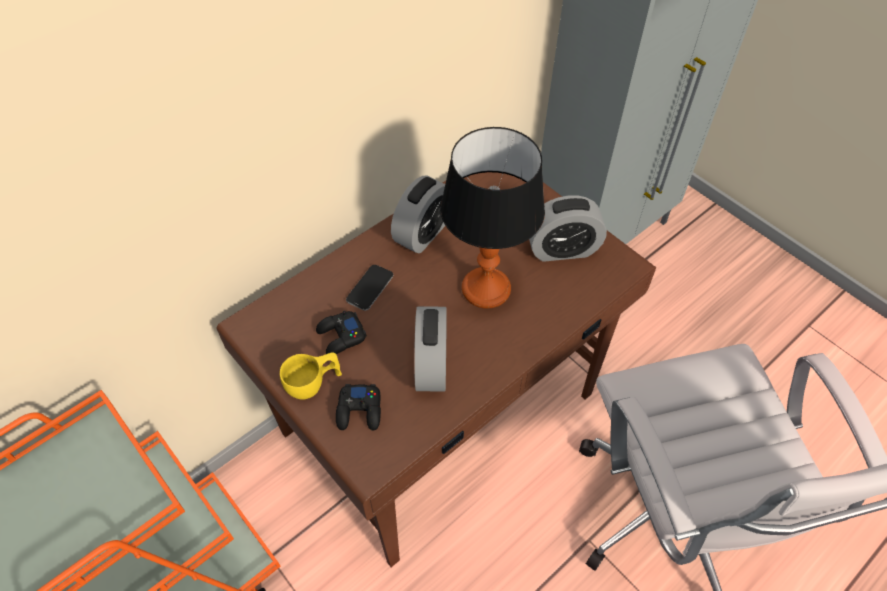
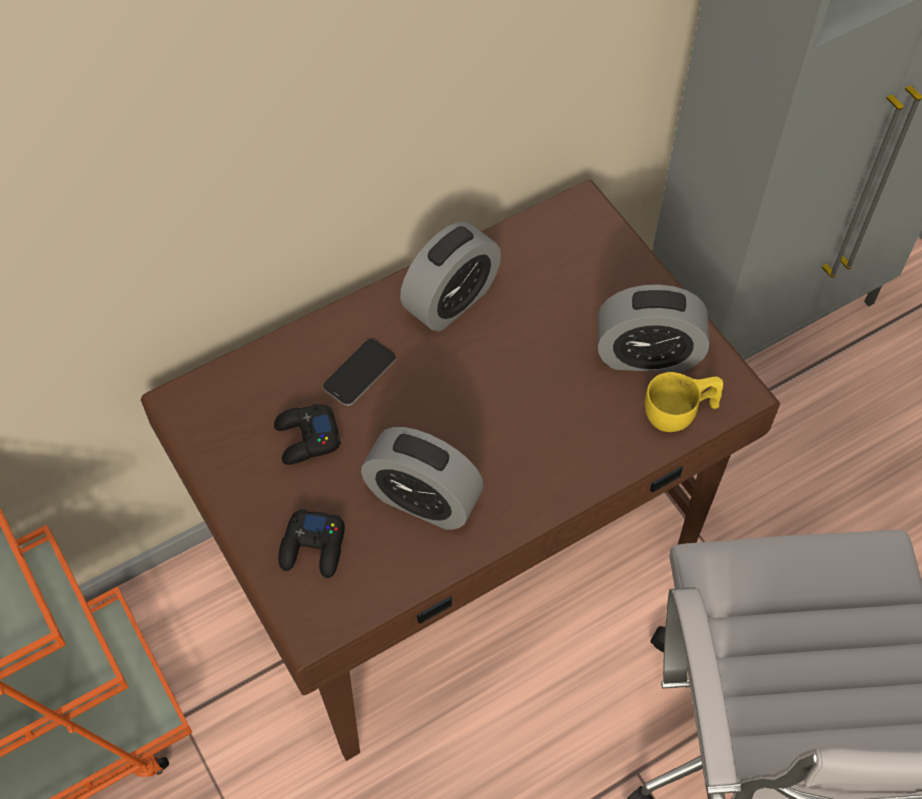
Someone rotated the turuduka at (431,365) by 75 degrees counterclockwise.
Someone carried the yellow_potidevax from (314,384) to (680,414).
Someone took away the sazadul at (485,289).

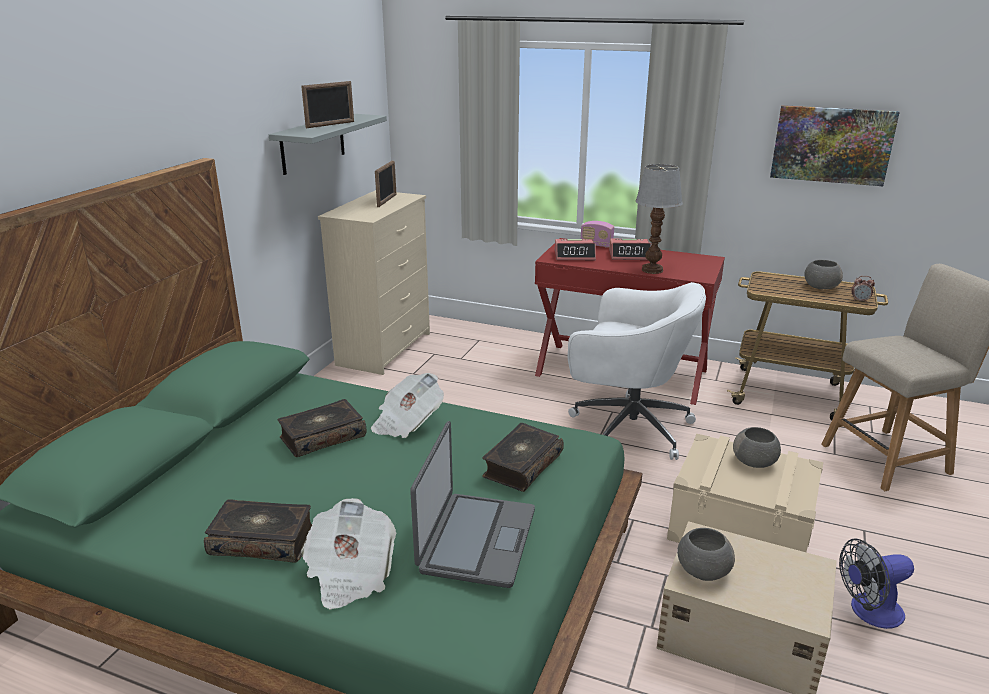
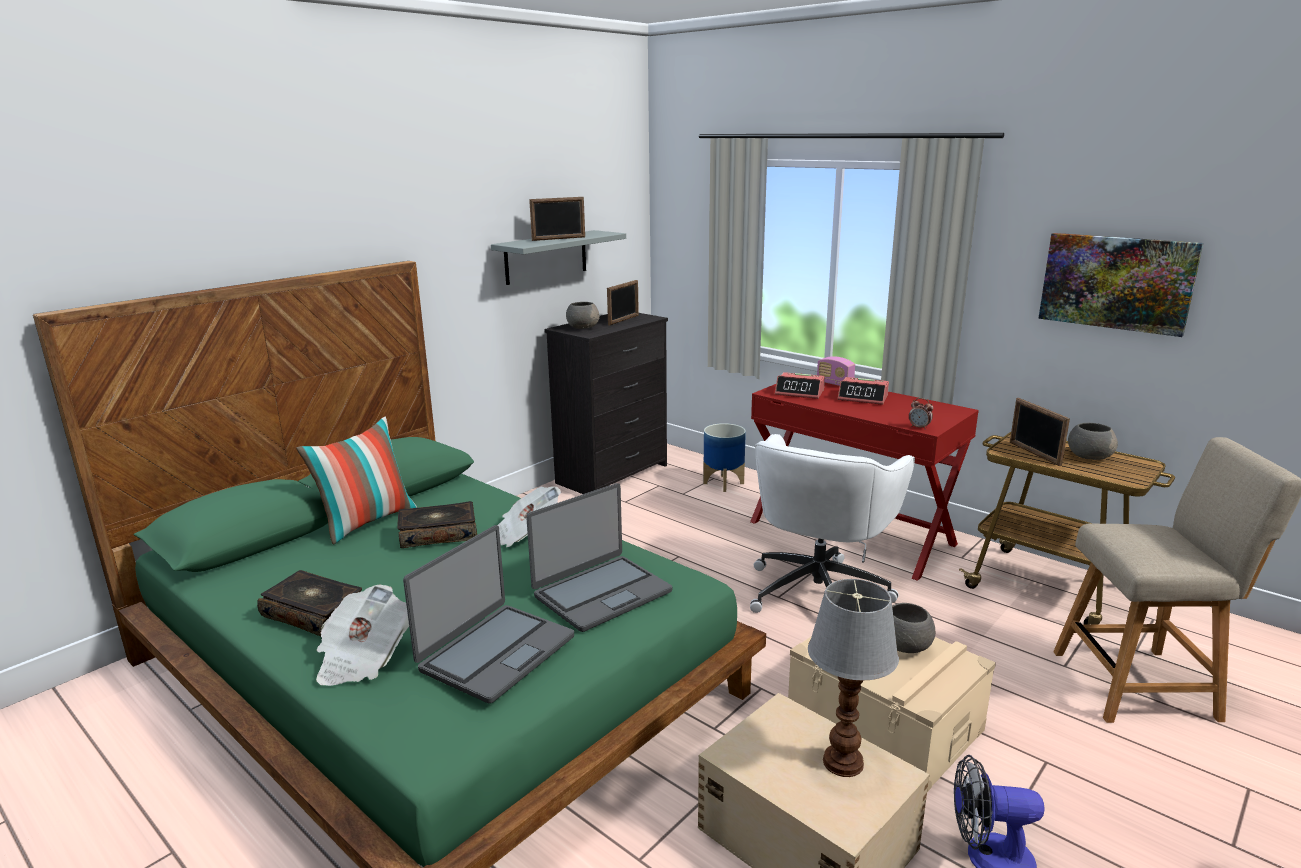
Someone put down the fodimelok at (367,522).
Someone swapped the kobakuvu at (521,466) for the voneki at (601,593).
Someone repainted the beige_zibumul at (385,349), which became the black_zibumul at (613,474).
Someone carried the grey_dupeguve from (702,570) to (582,328).
Someone put down the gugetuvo at (724,483).
Someone rotated the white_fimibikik at (627,427) by 75 degrees clockwise.
Someone carried the sazadul from (653,270) to (844,763).
Someone carried the turuduka from (860,301) to (919,427).
Someone put down the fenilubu at (1034,453).

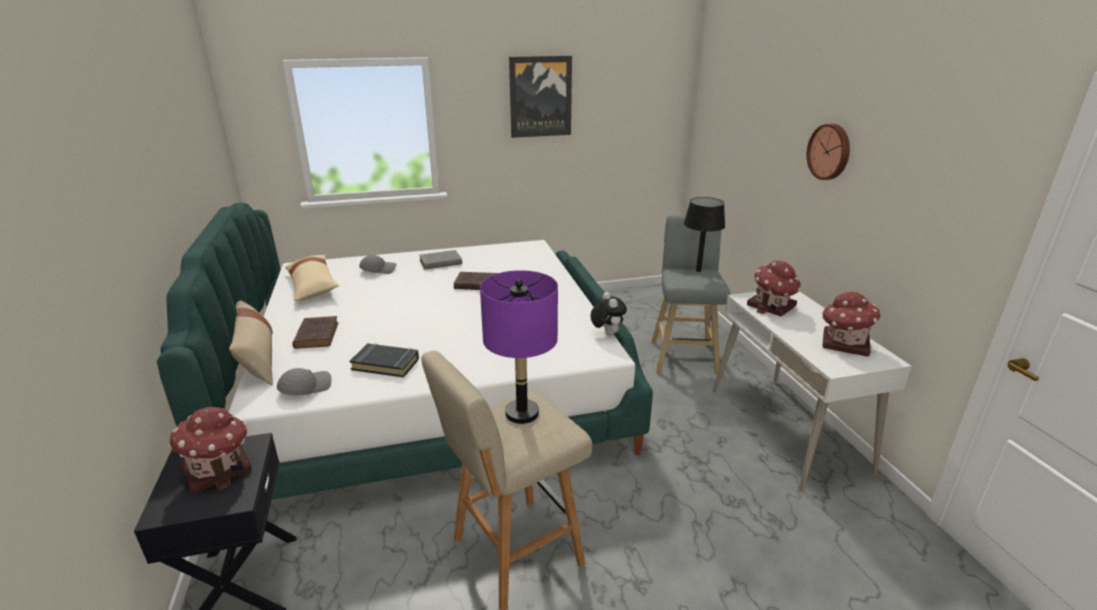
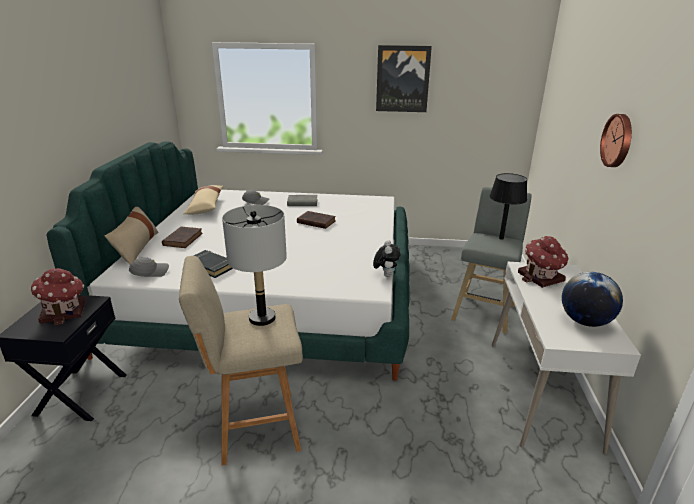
Someone repainted the purple_sazadul at (521,413), which became the grey_sazadul at (262,318).
Someone swapped the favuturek at (843,343) for the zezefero at (585,321).

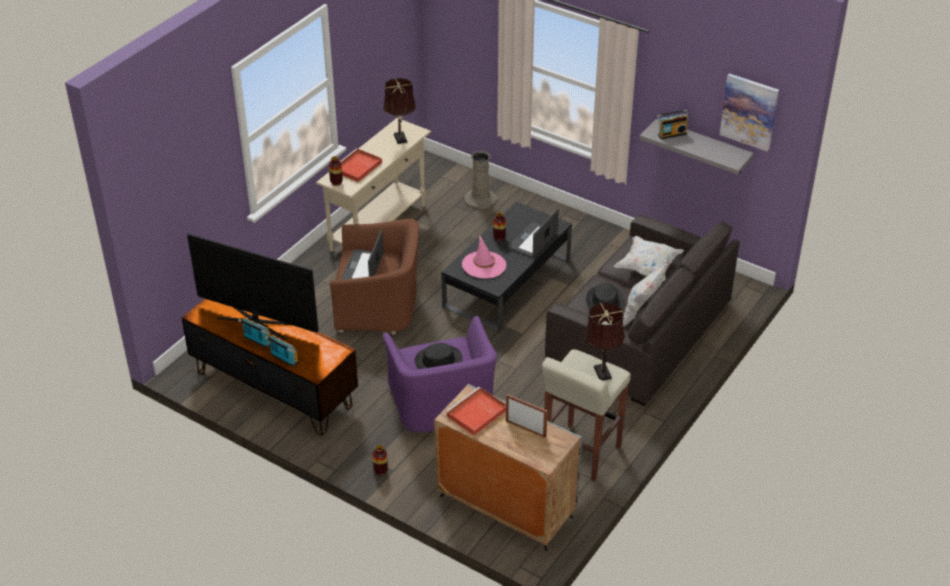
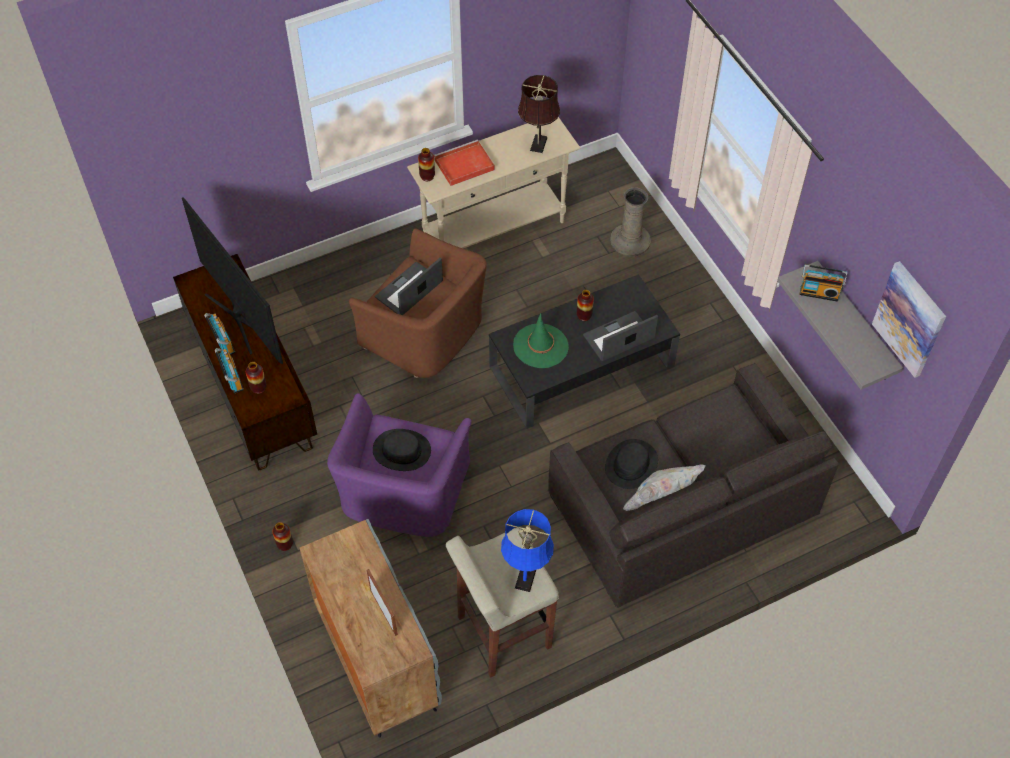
Someone put down the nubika at (258,388).
Someone repainted the brown_sazadul at (601,371), which became the blue_sazadul at (526,575).
Someone repainted the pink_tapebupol at (484,265), which became the green_tapebupol at (540,346).
Someone took away the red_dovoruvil at (476,413).
Someone took away the white_fodimelok at (648,268).

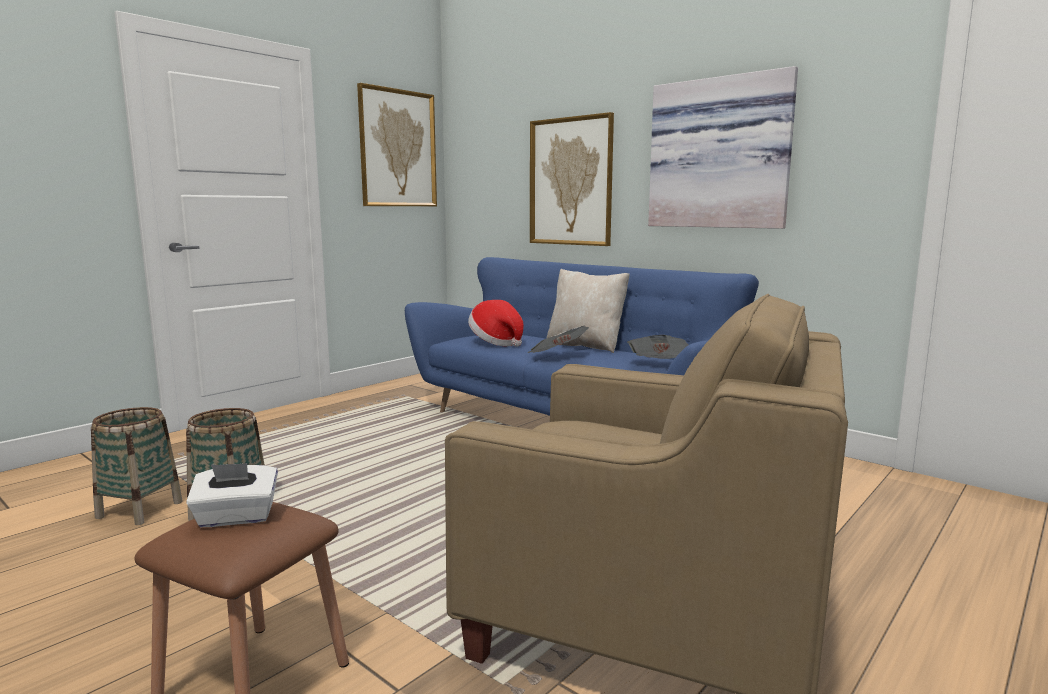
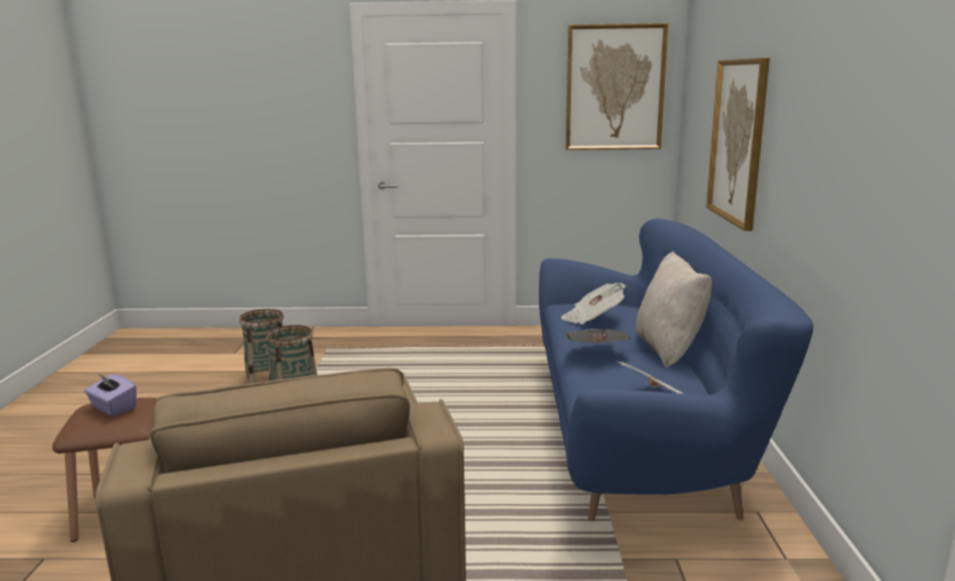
Someone repainted the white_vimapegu at (236,518), which became the purple_vimapegu at (113,408).
Someone swapped the tapebupol at (497,342) for the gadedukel at (592,319).
Someone took away the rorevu at (720,154).

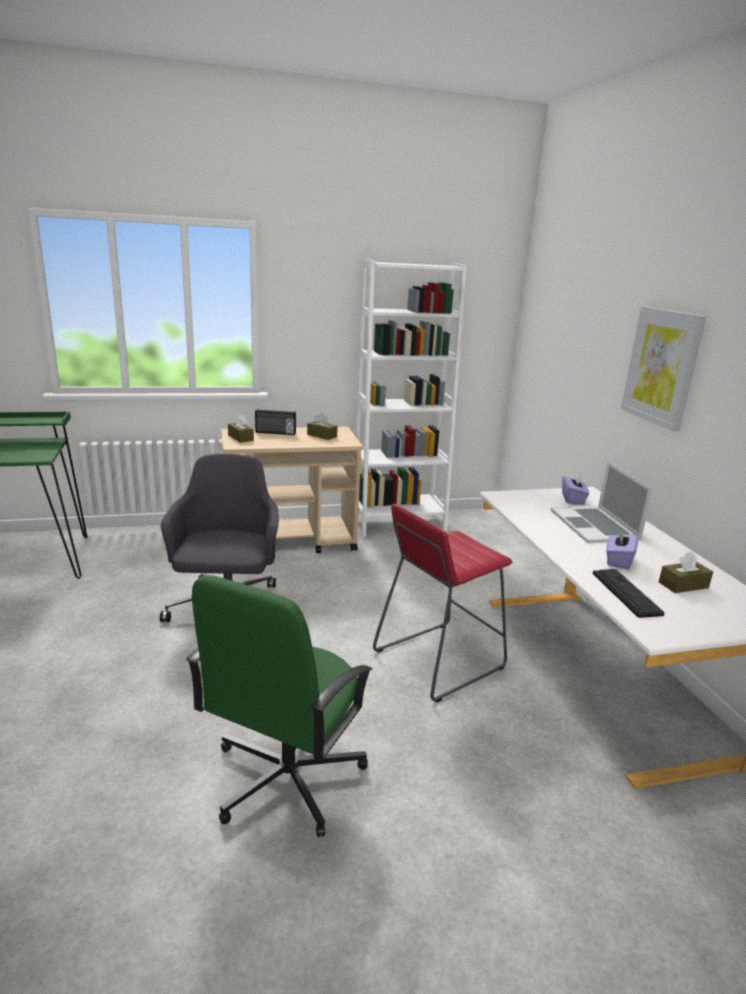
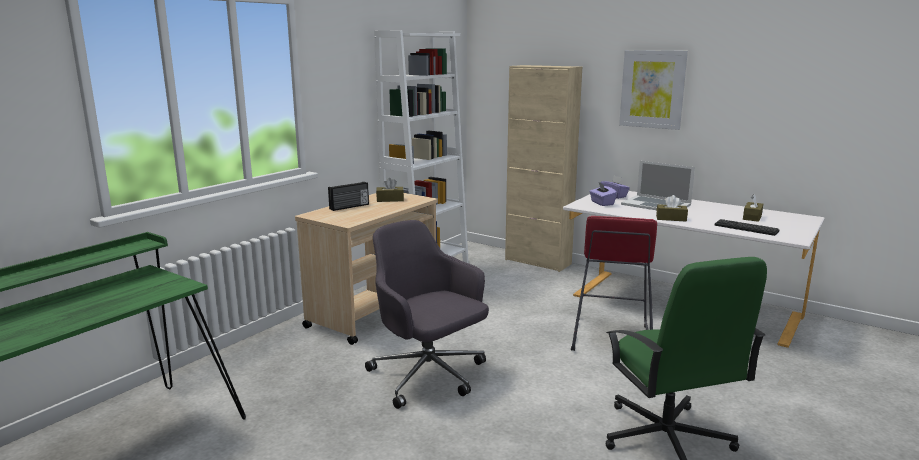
Someone put down the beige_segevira at (538,262).
Someone carried the purple_vimapegu from (618,560) to (602,203).
Someone carried the brown_vimapegu from (240,438) to (671,218).

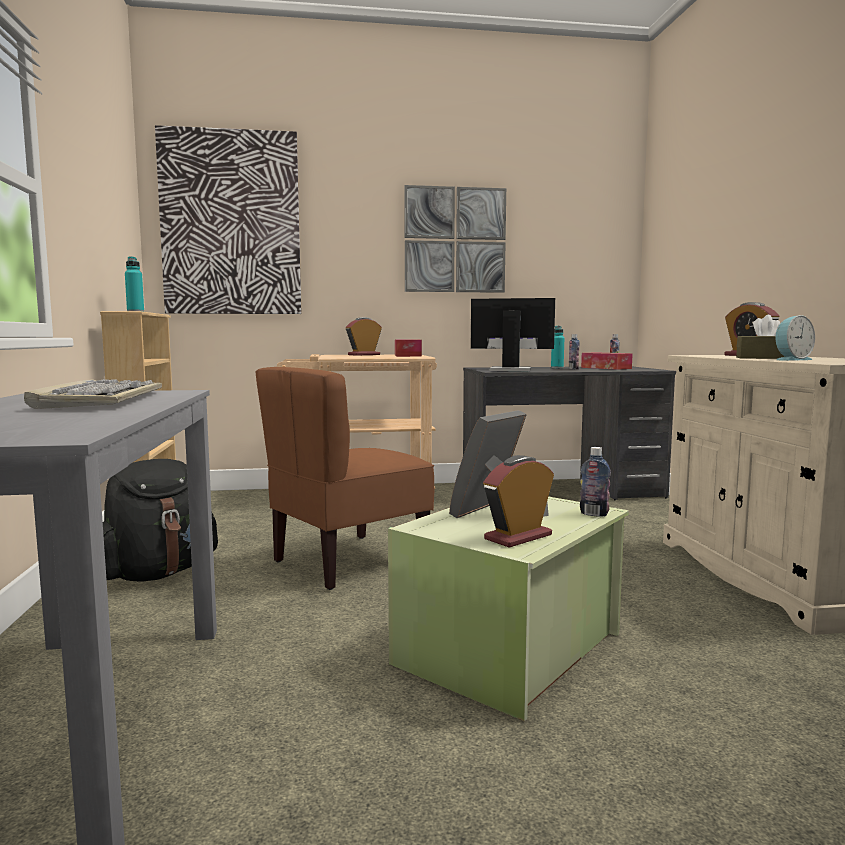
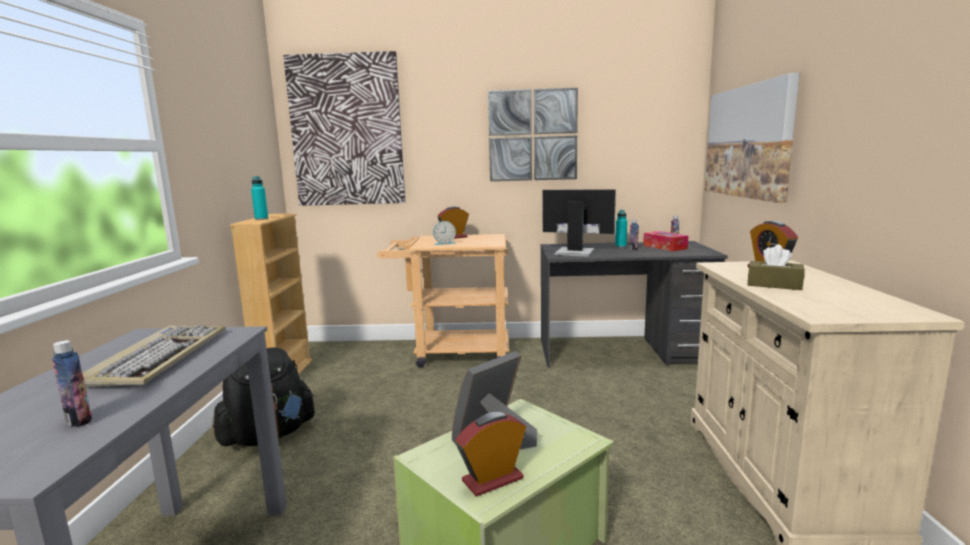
Someone carried the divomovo from (594,514) to (79,421).
Someone carried the turuduka from (790,359) to (444,243).
Someone put up the rorevu at (748,141).
Someone took away the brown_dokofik at (349,562).
Someone took away the vimapegu at (407,355).

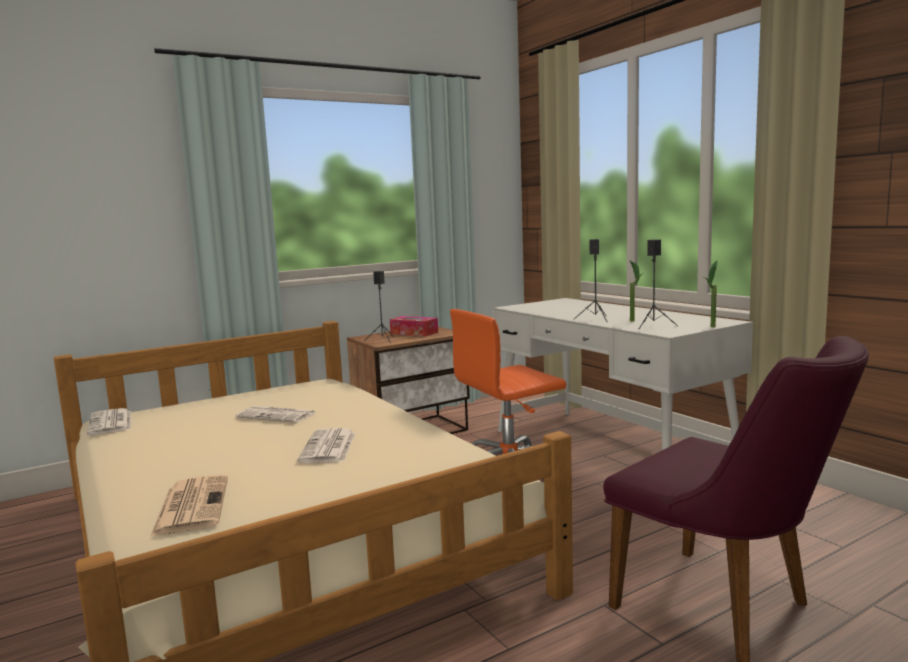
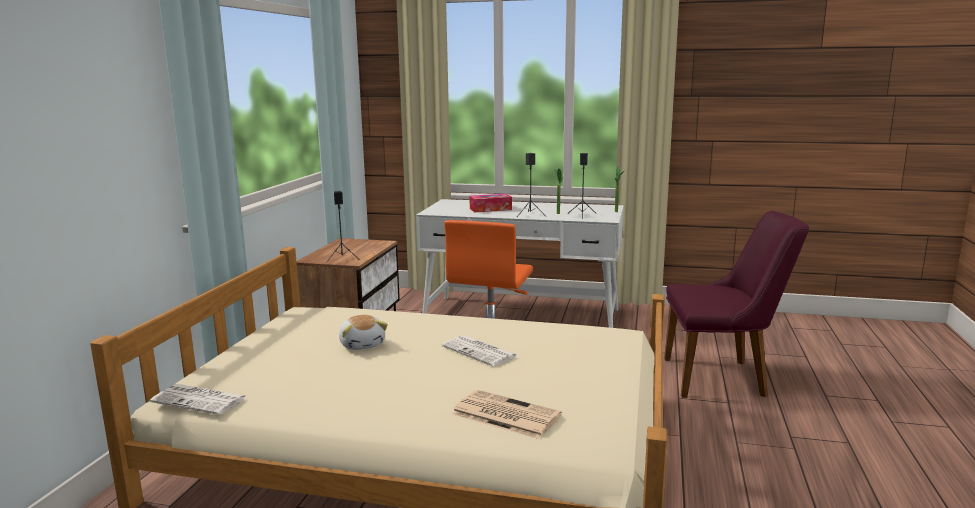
Someone swapped the gadedukel at (277,415) for the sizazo at (363,344).
Someone carried the vimapegu from (414,333) to (490,209).

